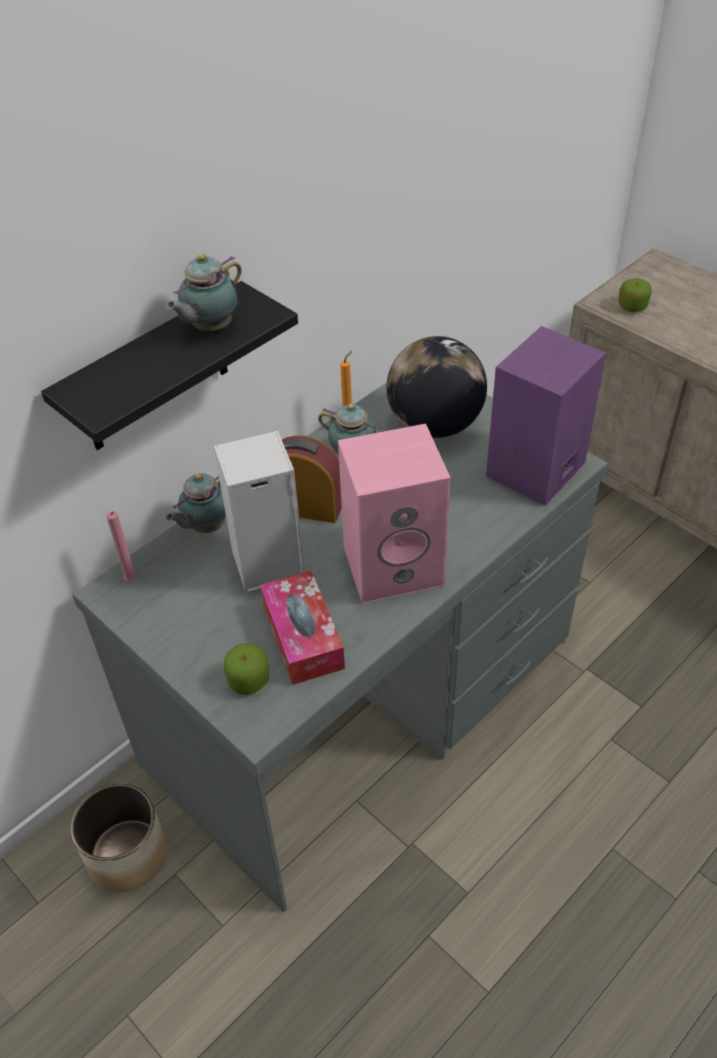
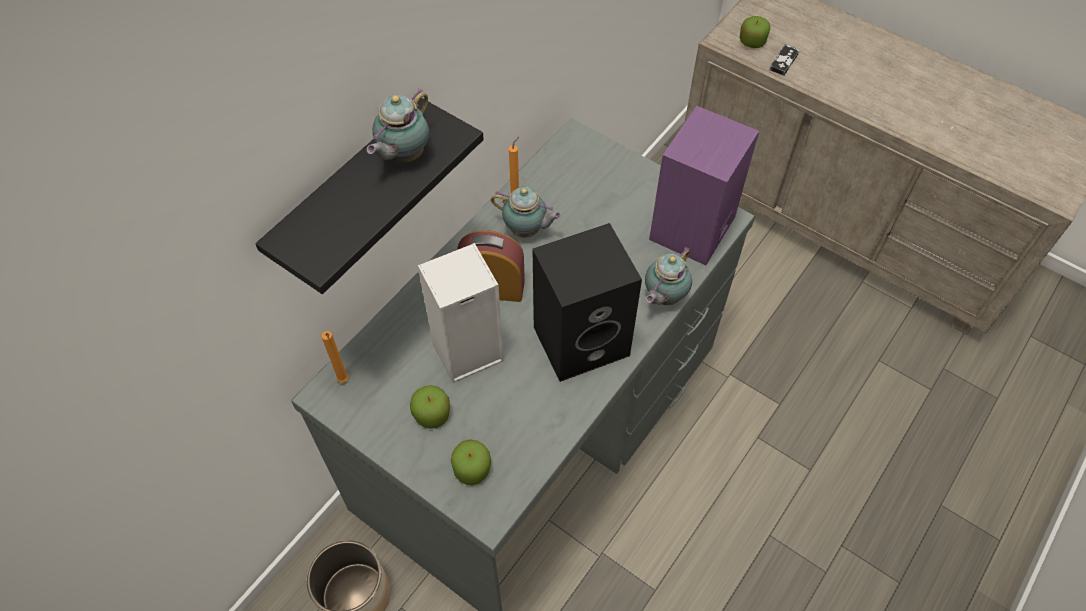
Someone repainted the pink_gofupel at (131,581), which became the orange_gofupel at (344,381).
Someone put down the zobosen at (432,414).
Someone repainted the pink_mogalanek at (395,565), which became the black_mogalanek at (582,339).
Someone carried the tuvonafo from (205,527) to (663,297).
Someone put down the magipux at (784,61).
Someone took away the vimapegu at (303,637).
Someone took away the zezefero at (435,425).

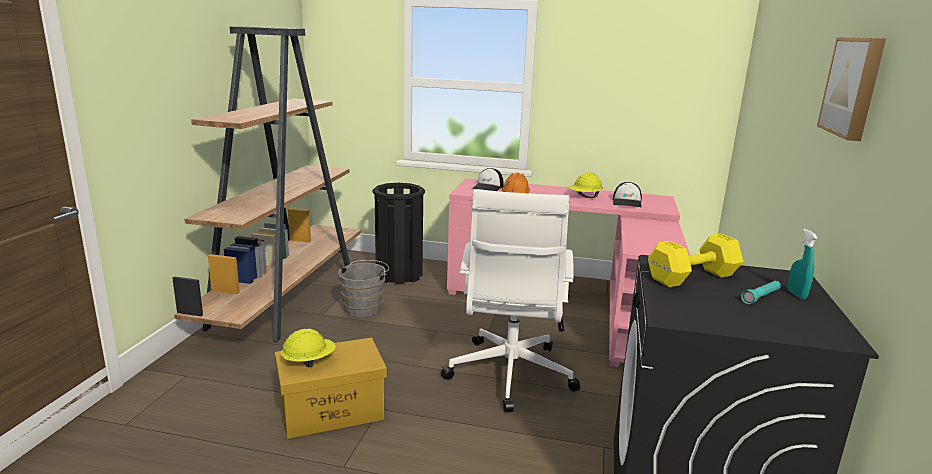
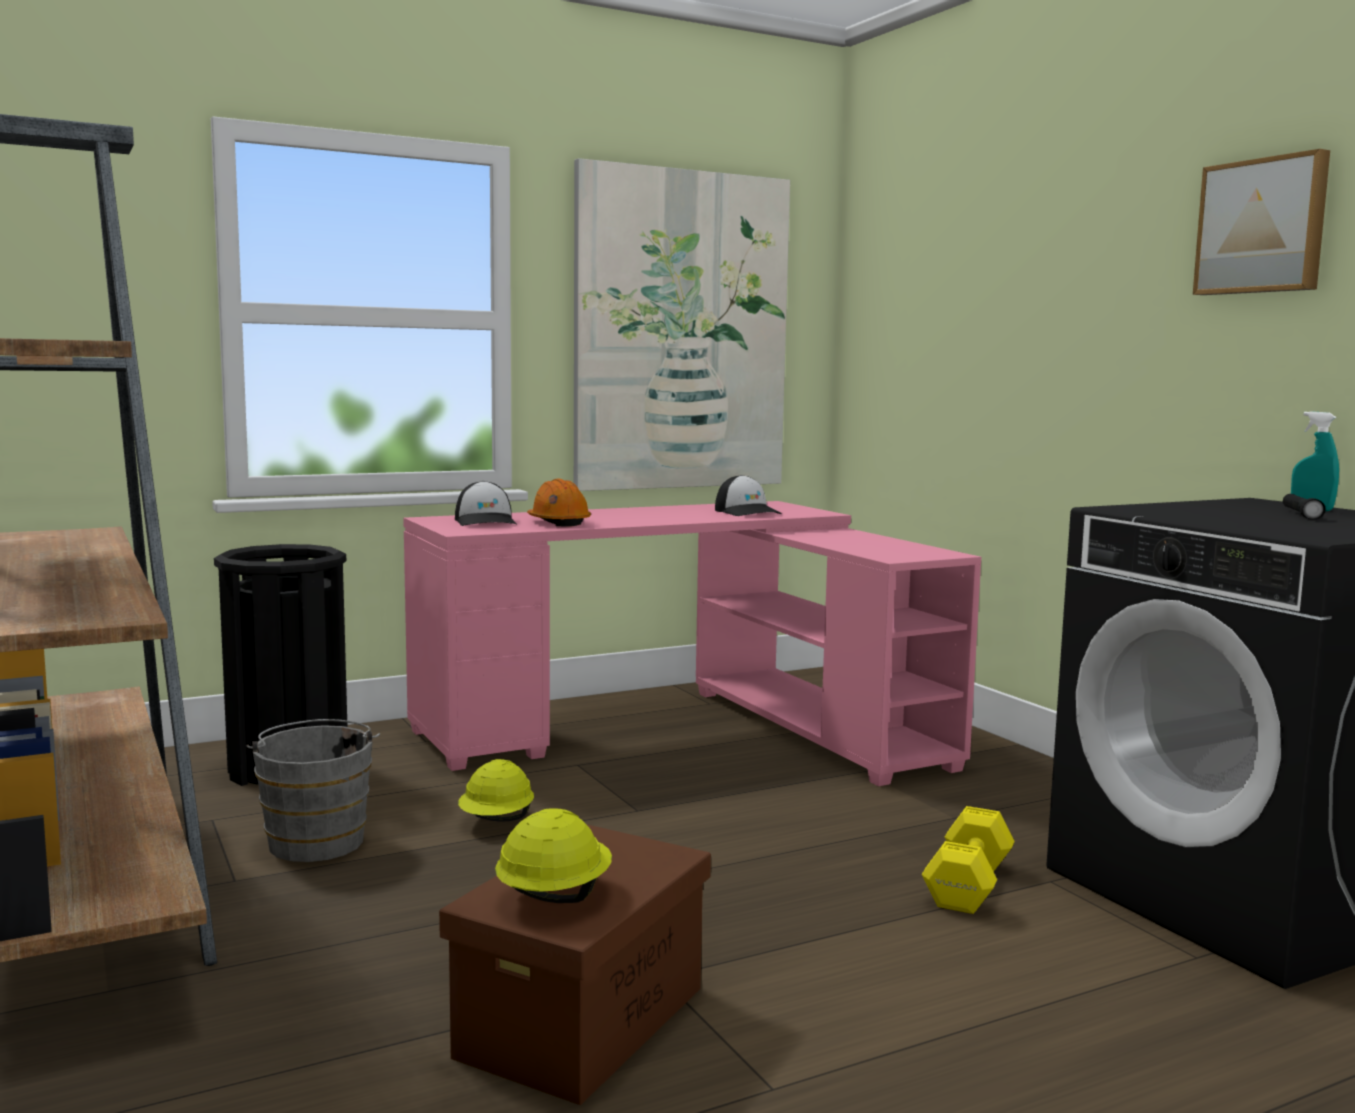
Someone repainted the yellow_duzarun at (333,411), which became the brown_duzarun at (582,1019).
Someone carried the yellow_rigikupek from (585,197) to (497,821).
Someone put up the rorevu at (681,331).
Someone carried the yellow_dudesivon from (694,277) to (970,884).
Someone repainted the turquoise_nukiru at (760,297), which became the black_nukiru at (1300,515).
Someone took away the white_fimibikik at (509,375).

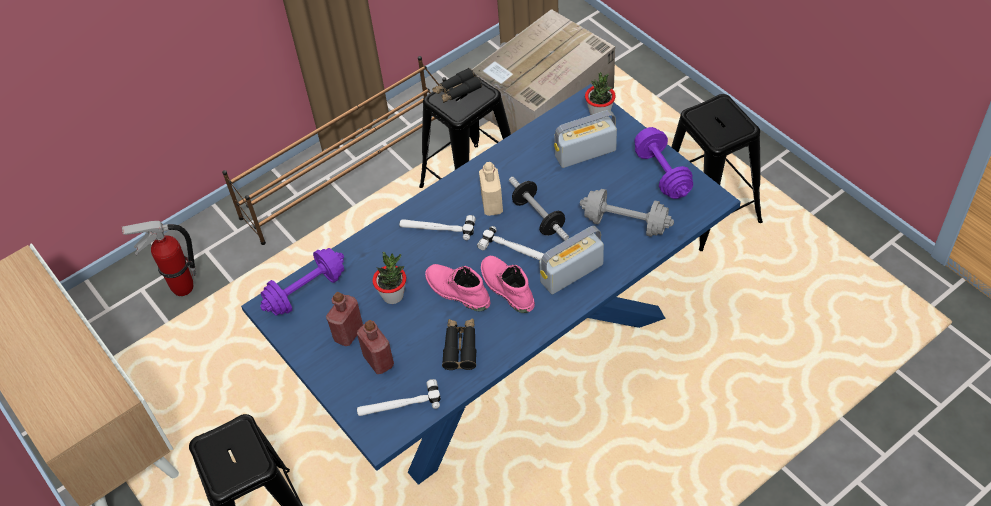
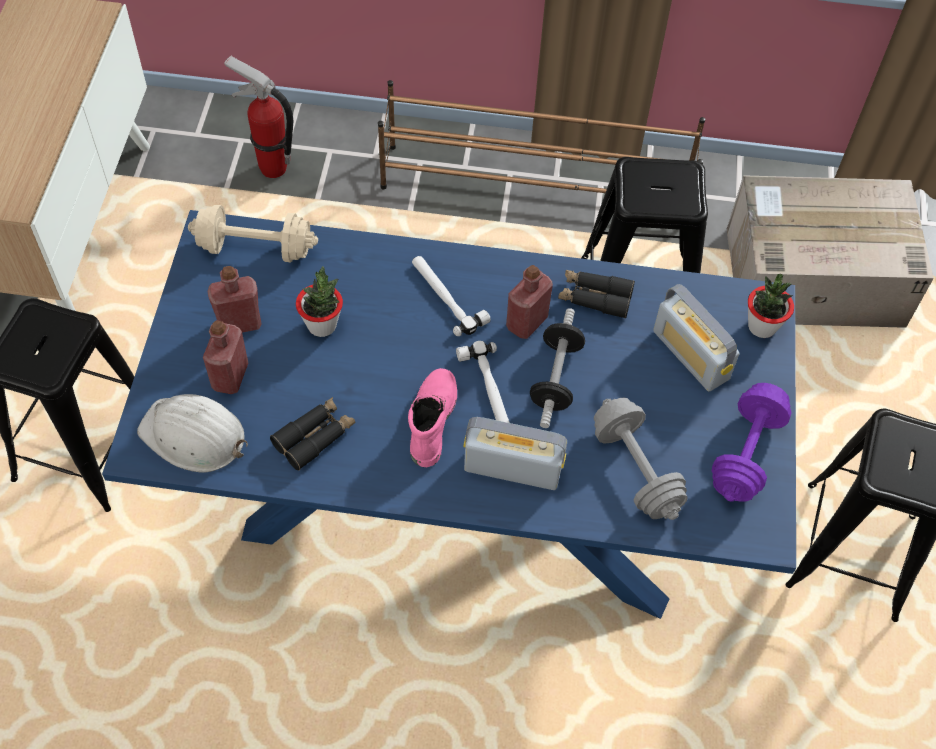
Someone swapped the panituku at (399,404) for the white_rigikupek at (194,436).
Someone repainted the purple_dudesivon at (306,292), which became the beige_dudesivon at (255,248).
Someone repainted the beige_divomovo at (492,205), which became the red_divomovo at (526,322).
Someone carried the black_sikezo from (457,91) to (595,298).
Someone rotated the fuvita at (585,153) by 150 degrees counterclockwise.
Someone took away the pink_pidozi at (456,292).

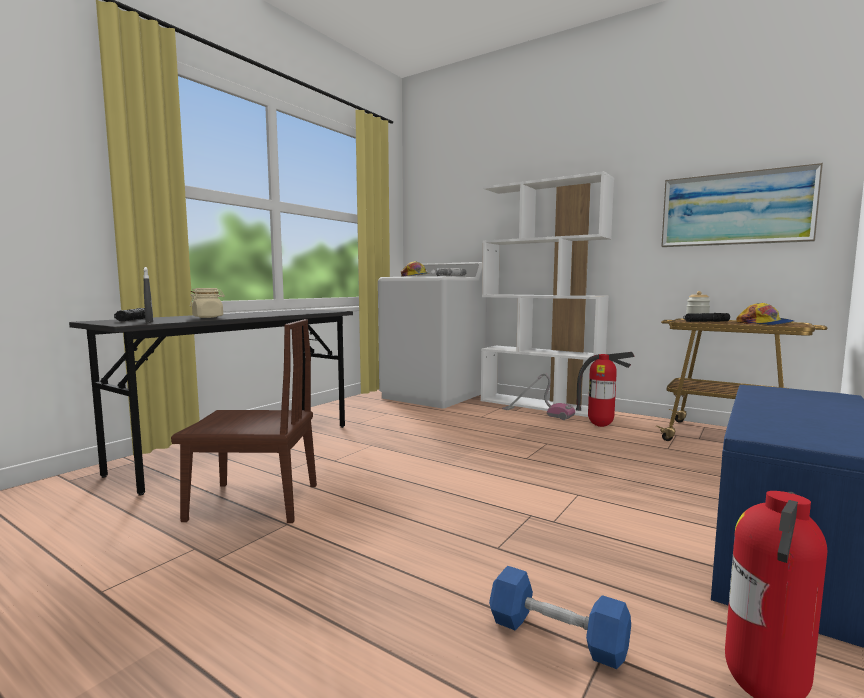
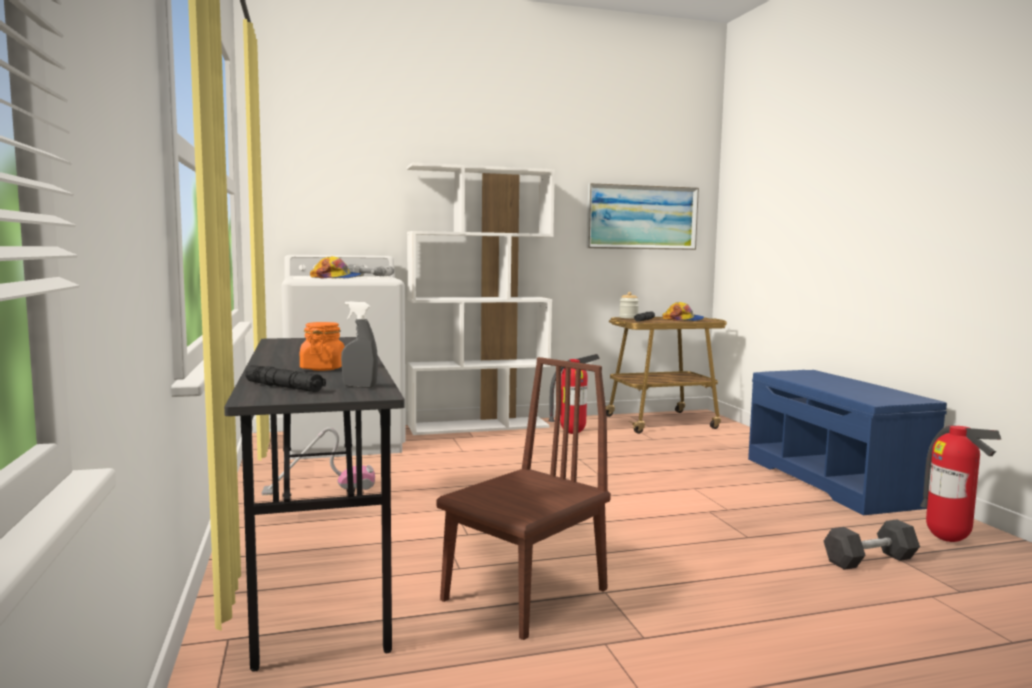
Someone carried the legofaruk from (537,413) to (319,488).
Someone repainted the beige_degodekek at (208,317), which became the orange_degodekek at (323,368).
Someone repainted the blue_dudesivon at (556,635), which became the black_dudesivon at (870,560).

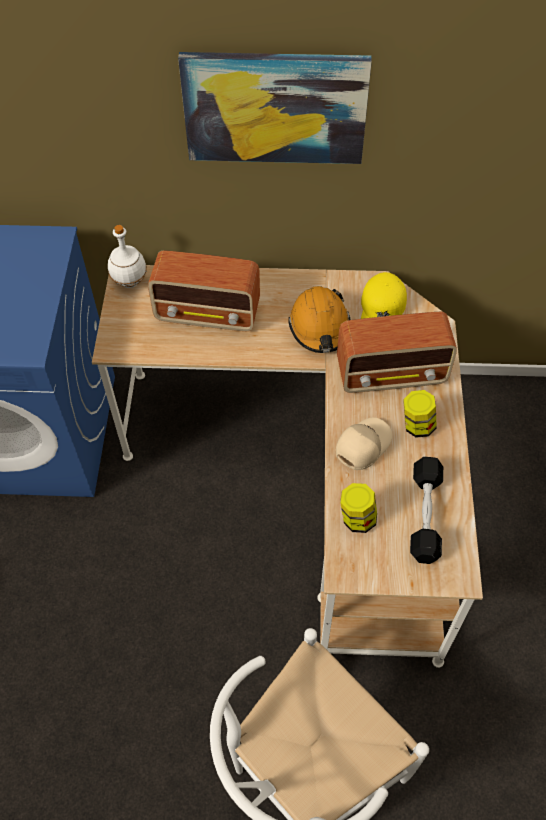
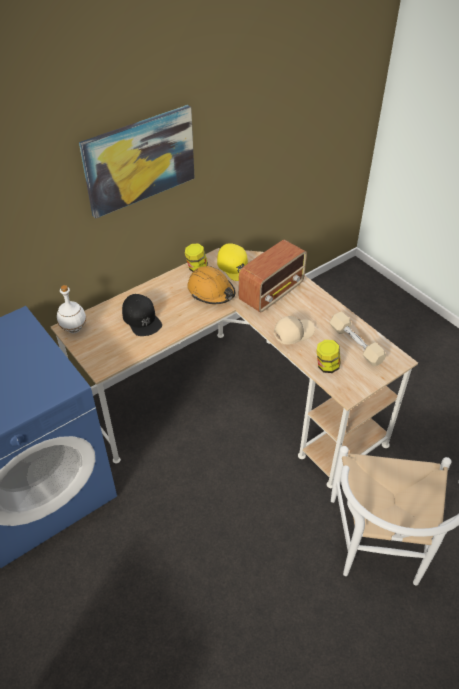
Someone swapped the fuvita at (209,314) for the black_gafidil at (142,319).
Someone carried the degodekek from (417,425) to (196,268).
Someone rotated the beige_gafidil at (362,445) by 60 degrees clockwise.
Someone repainted the black_dudesivon at (425,515), which became the beige_dudesivon at (355,344).

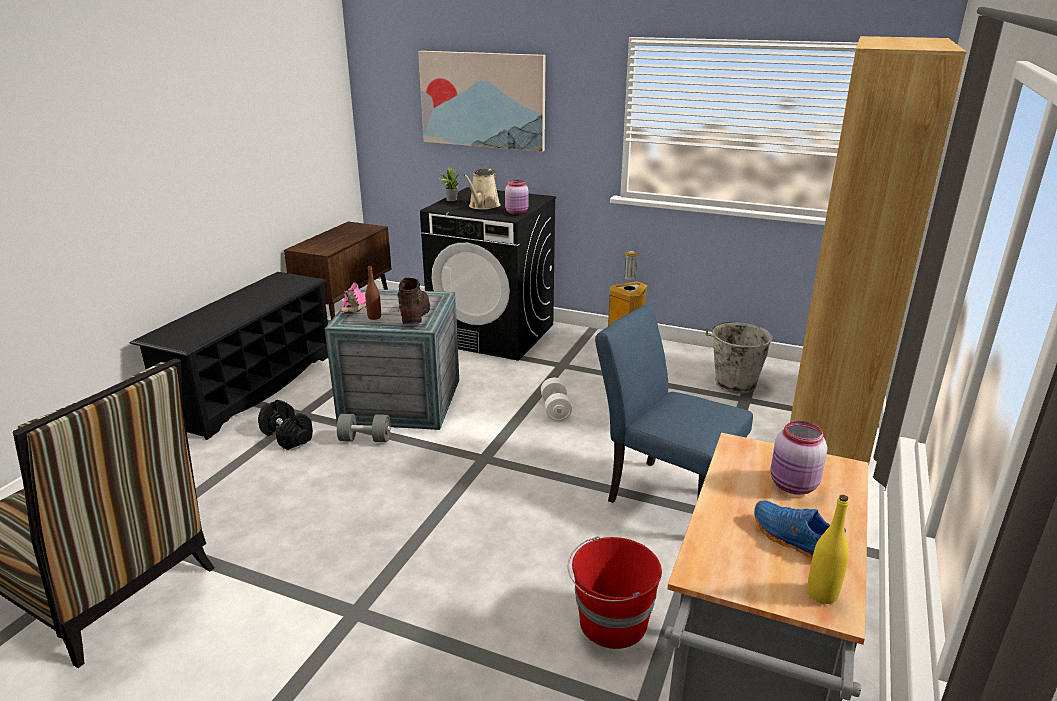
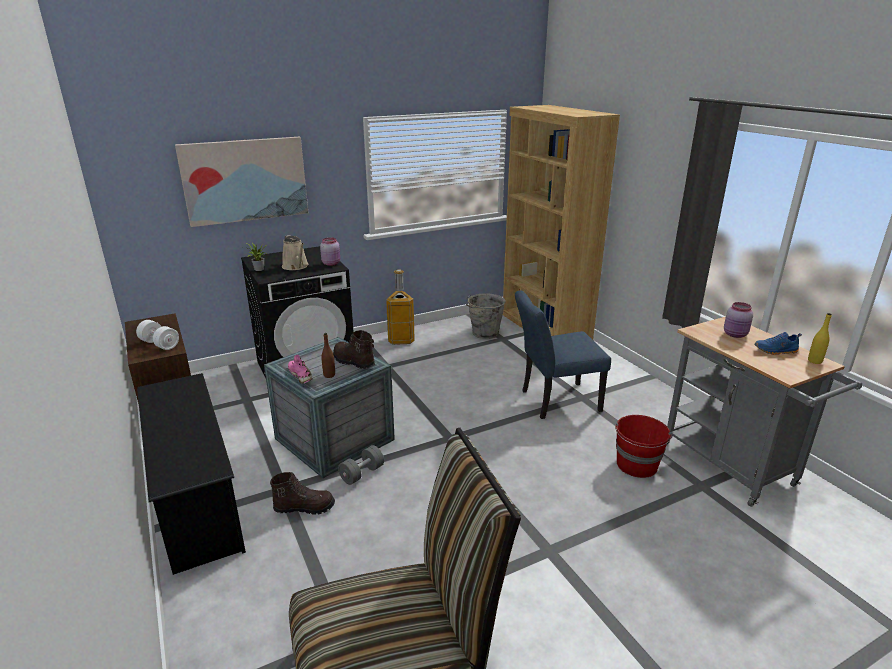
Someone carried the white_dudesivon from (555,410) to (159,344).
Someone swapped the black_dudesivon at (287,436) for the brown_pidozi at (304,507).

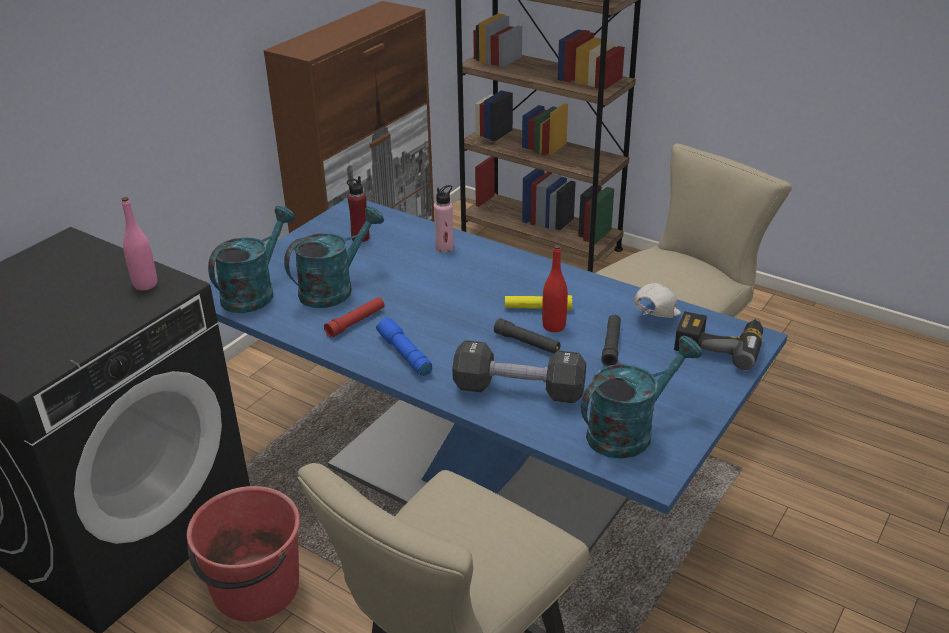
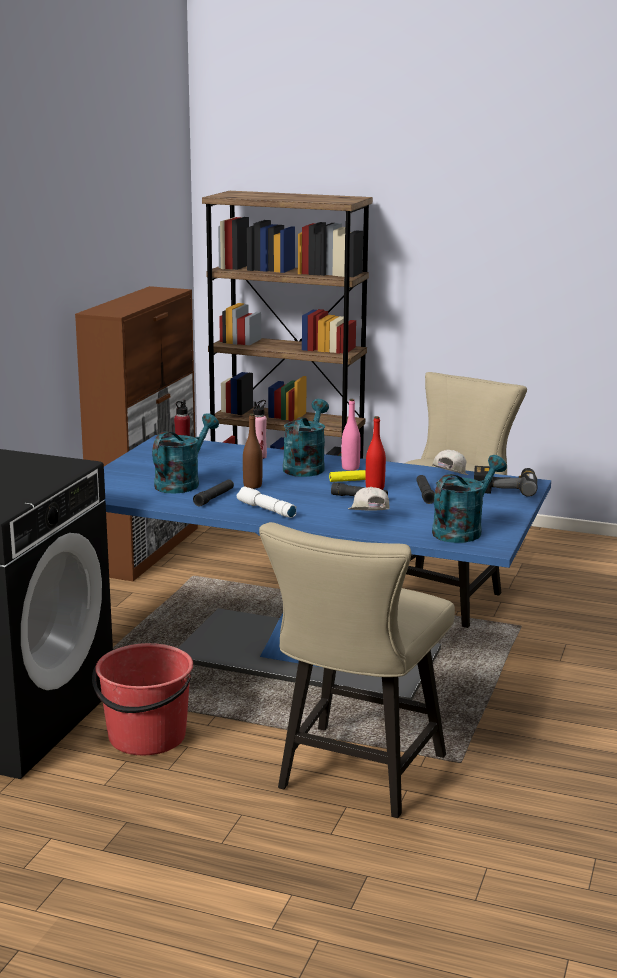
Someone repainted the red_nukiru at (356,322), which became the black_nukiru at (214,498).
Someone repainted the blue_nukiru at (403,354), which became the white_nukiru at (265,510).
Someone put down the brown_divomovo at (252,486).
Someone carried the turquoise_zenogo from (254,292) to (306,466).
Someone carried the pink_divomovo from (145,284) to (350,468).
Someone swapped the black_dudesivon at (519,390) for the white_gafidil at (368,519).

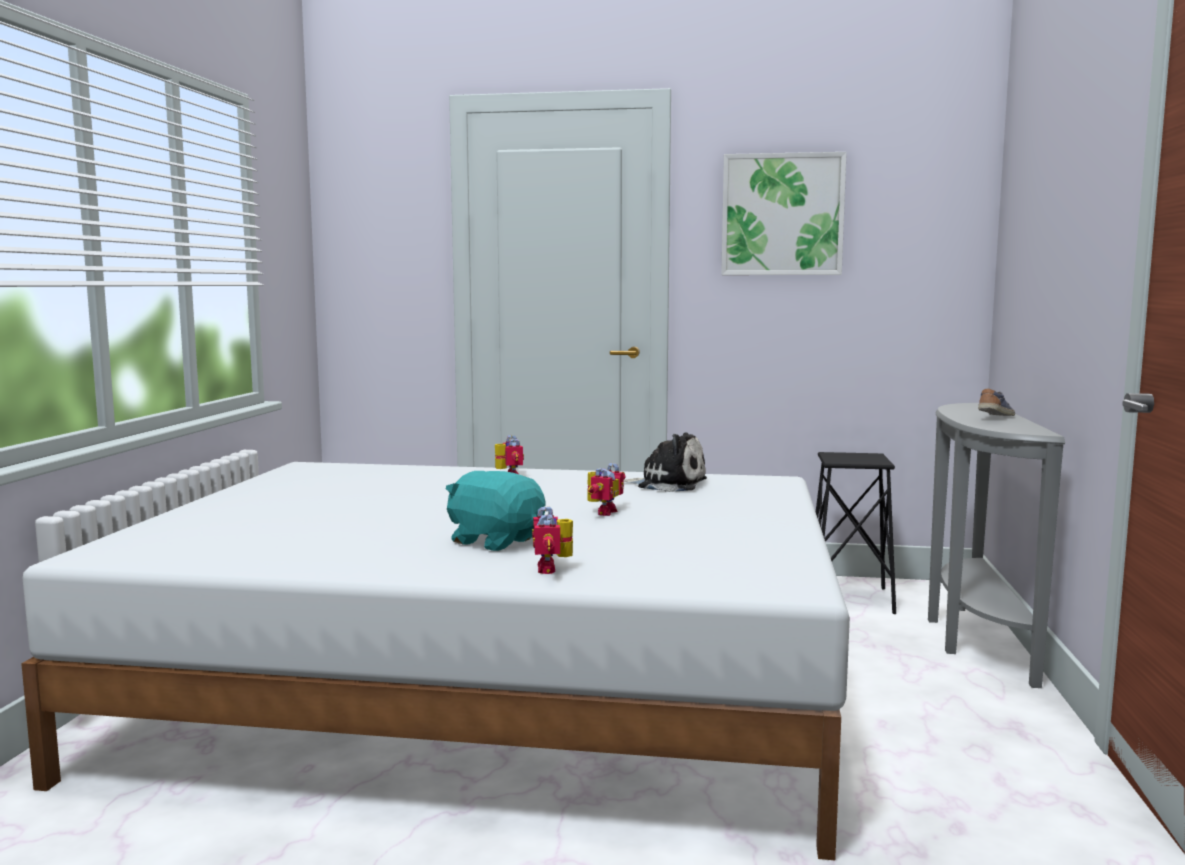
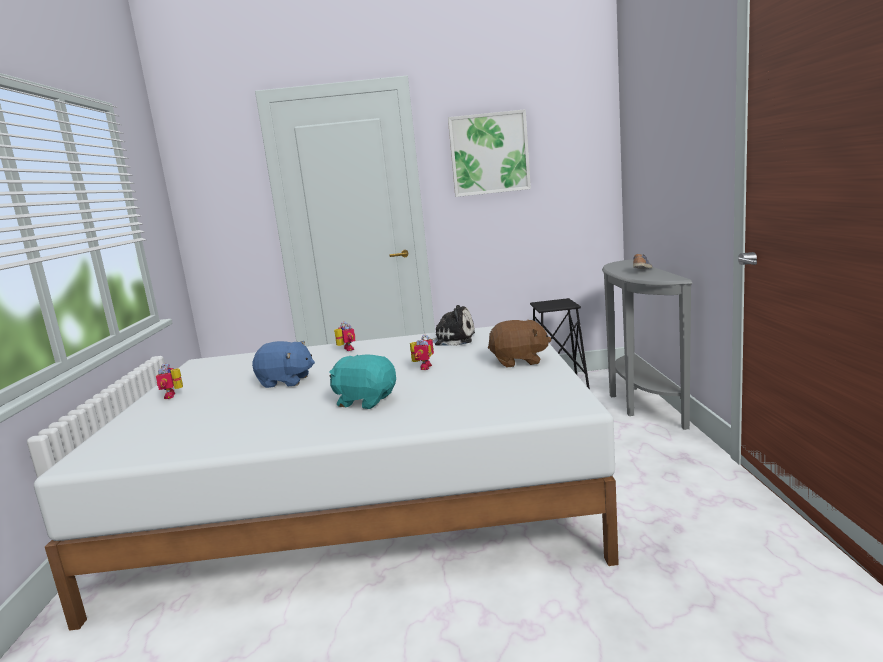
Someone carried the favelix from (553,568) to (173,395).
Someone put down the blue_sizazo at (286,381).
Someone put down the brown_sizazo at (519,361).

